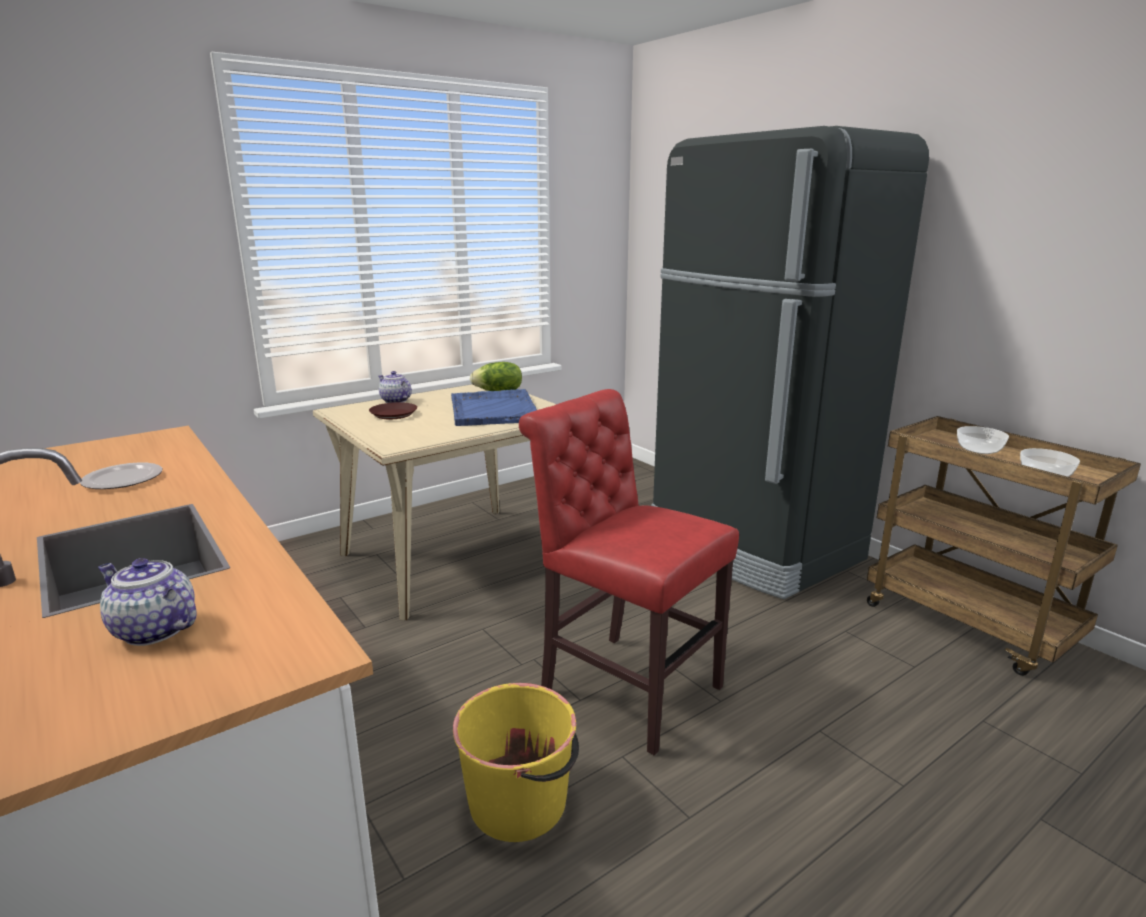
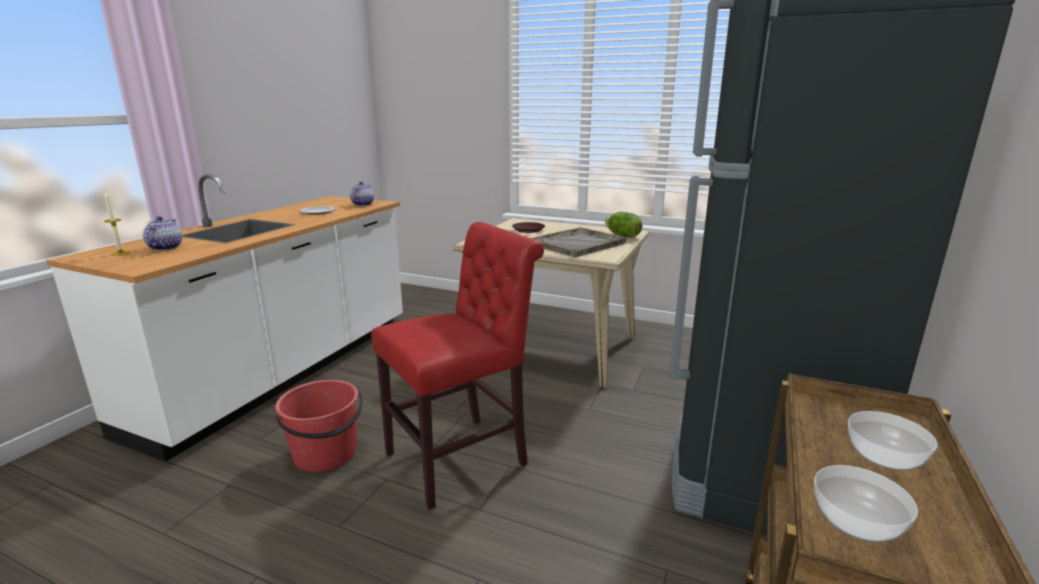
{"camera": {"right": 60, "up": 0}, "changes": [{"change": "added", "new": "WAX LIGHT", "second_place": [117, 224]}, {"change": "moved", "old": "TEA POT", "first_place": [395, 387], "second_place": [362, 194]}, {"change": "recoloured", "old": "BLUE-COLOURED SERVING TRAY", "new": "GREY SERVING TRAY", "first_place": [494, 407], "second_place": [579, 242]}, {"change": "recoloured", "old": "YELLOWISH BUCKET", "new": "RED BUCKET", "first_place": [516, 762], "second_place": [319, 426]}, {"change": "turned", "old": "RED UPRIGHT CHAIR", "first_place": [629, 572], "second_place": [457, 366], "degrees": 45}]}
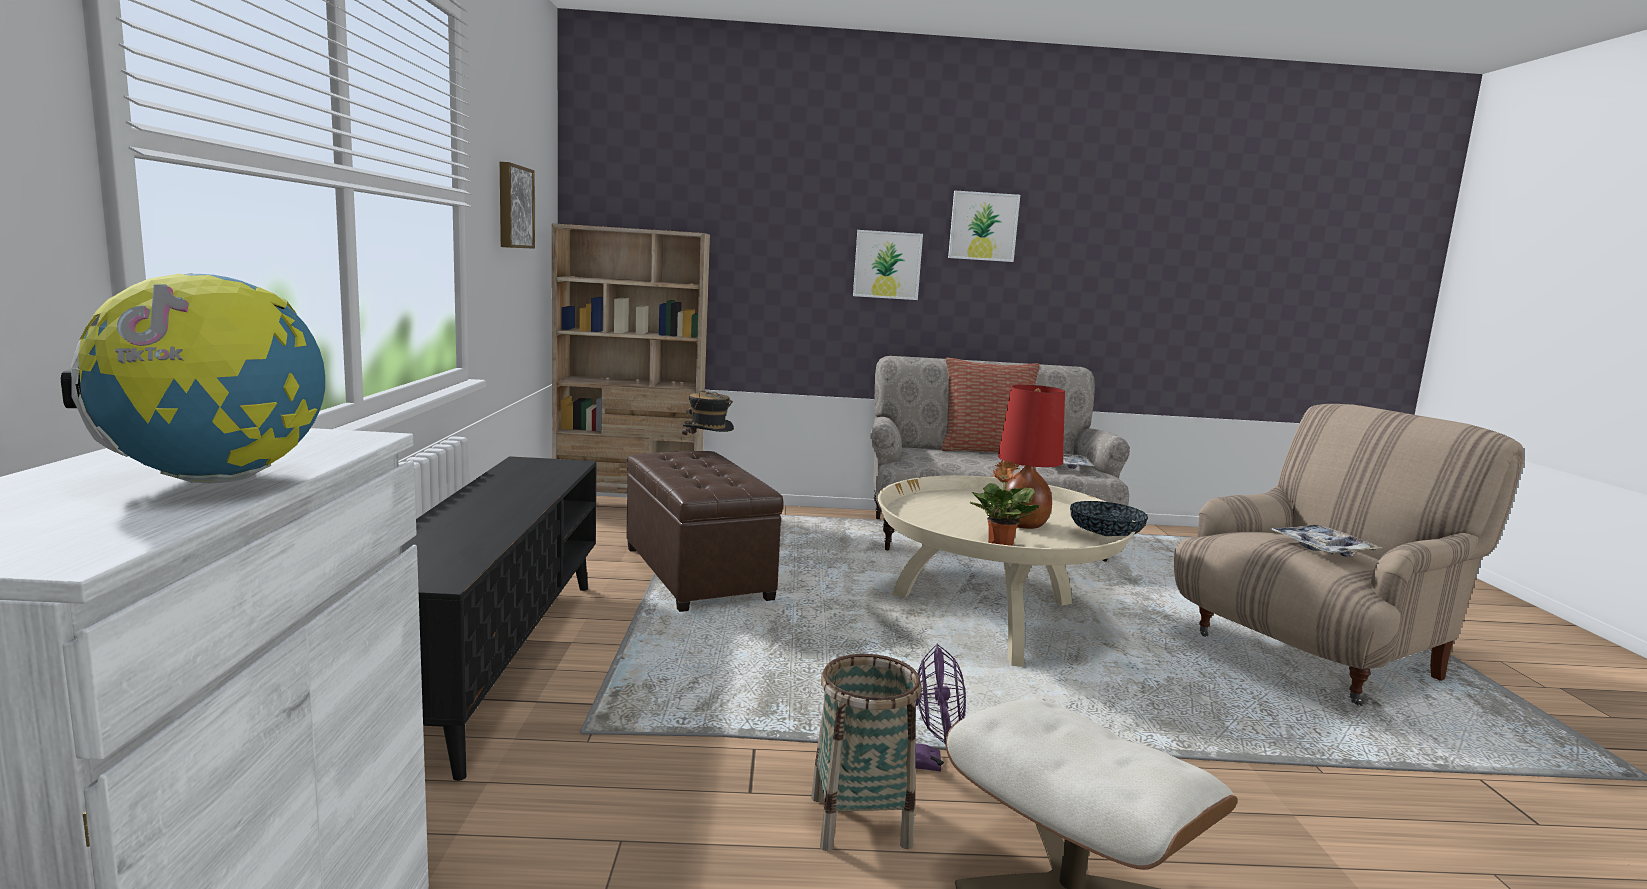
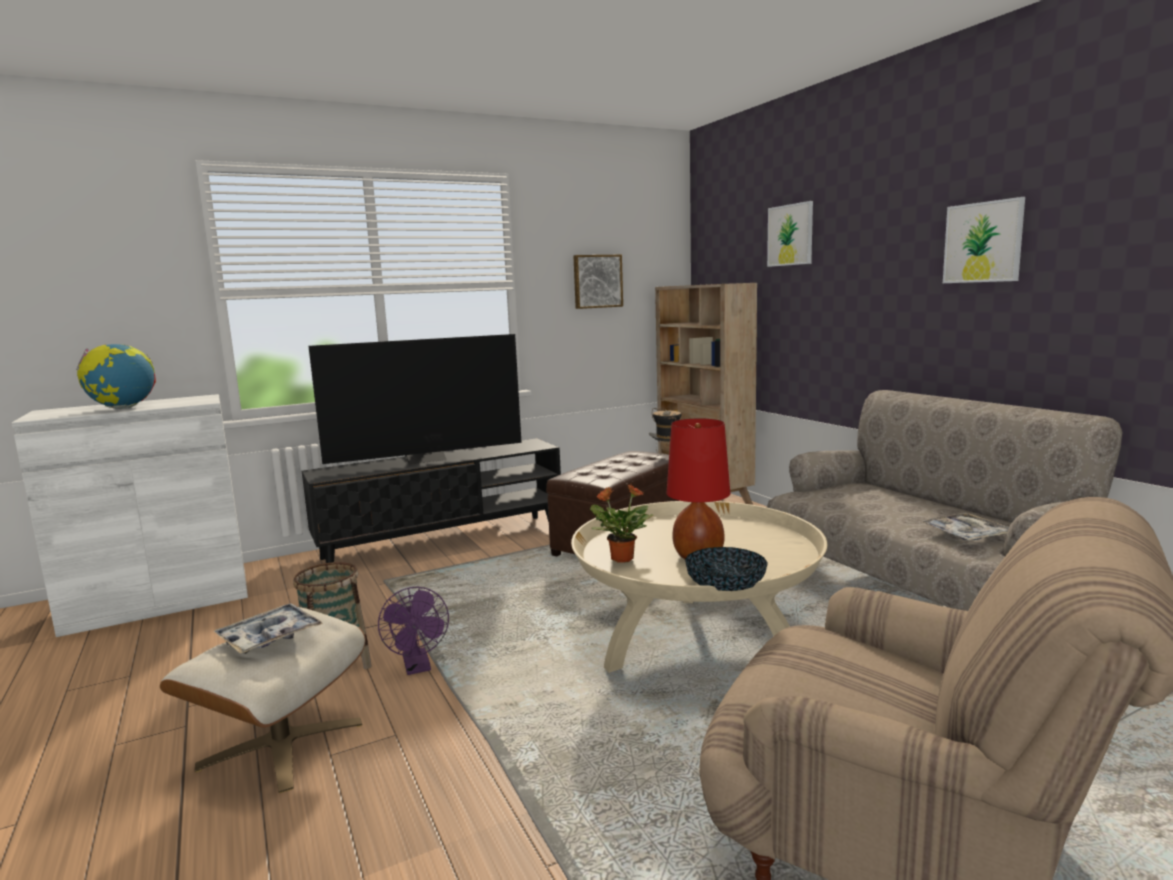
{"camera": {"right": 65, "up": 0}, "changes": [{"change": "removed", "old": "PILLOW", "first_place": [991, 405]}, {"change": "added", "new": "TELEVISION", "second_place": [415, 399]}, {"change": "moved", "old": "WALL ART", "first_place": [888, 265], "second_place": [790, 234]}, {"change": "moved", "old": "SERVING TRAY", "first_place": [1326, 540], "second_place": [268, 628]}]}
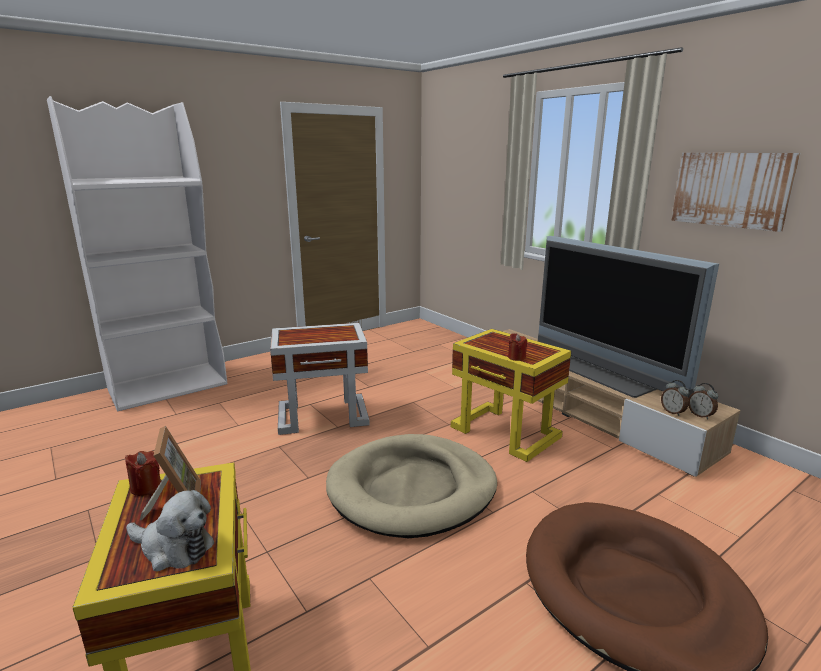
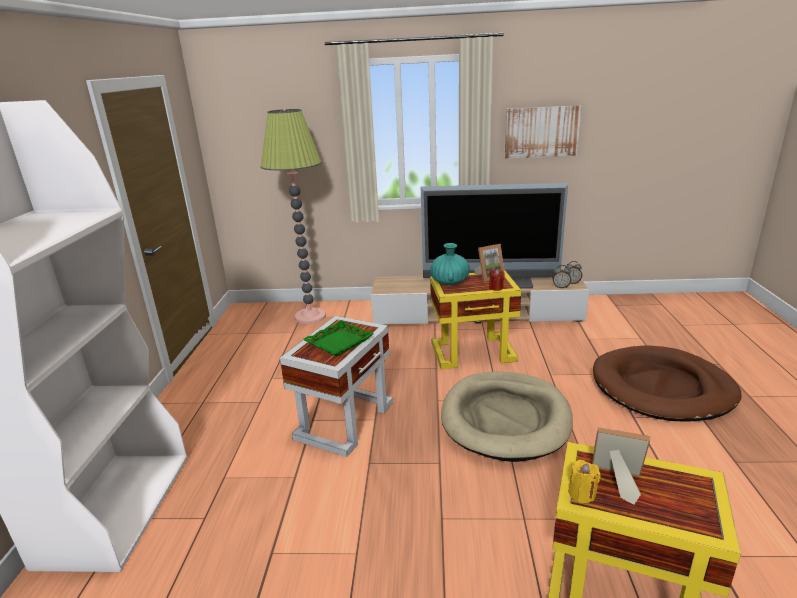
{"camera": {"right": -50, "up": 5}, "changes": [{"change": "removed", "old": "SOFT TOY", "first_place": [170, 531]}, {"change": "added", "new": "STANDING LAMP", "second_place": [293, 216]}, {"change": "added", "new": "GREEN-COLOURED SERVING TRAY", "second_place": [338, 338]}, {"change": "added", "new": "BLUE-GREEN VASE", "second_place": [450, 264]}, {"change": "added", "new": "PHOTO FRAME", "second_place": [489, 263]}, {"change": "recoloured", "old": "RED WAX LIGHT", "new": "YELLOWISH WAX LIGHT", "first_place": [143, 473], "second_place": [584, 481]}]}
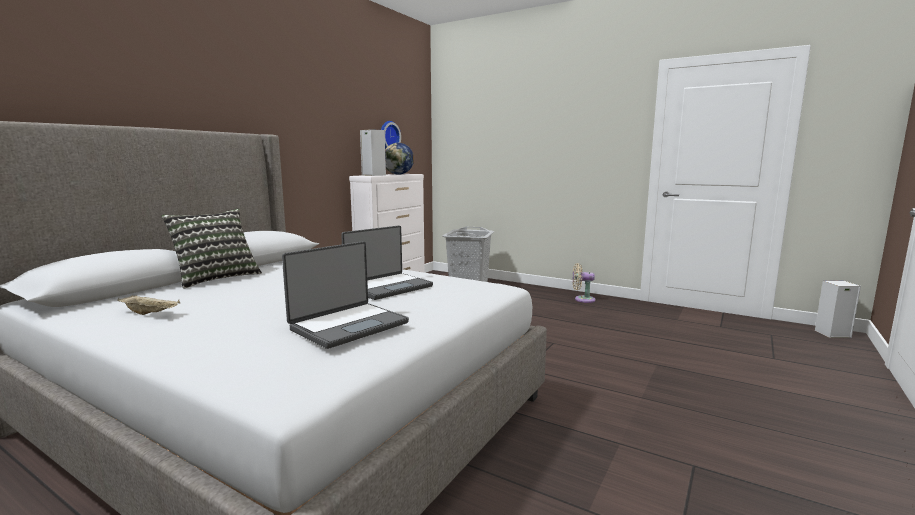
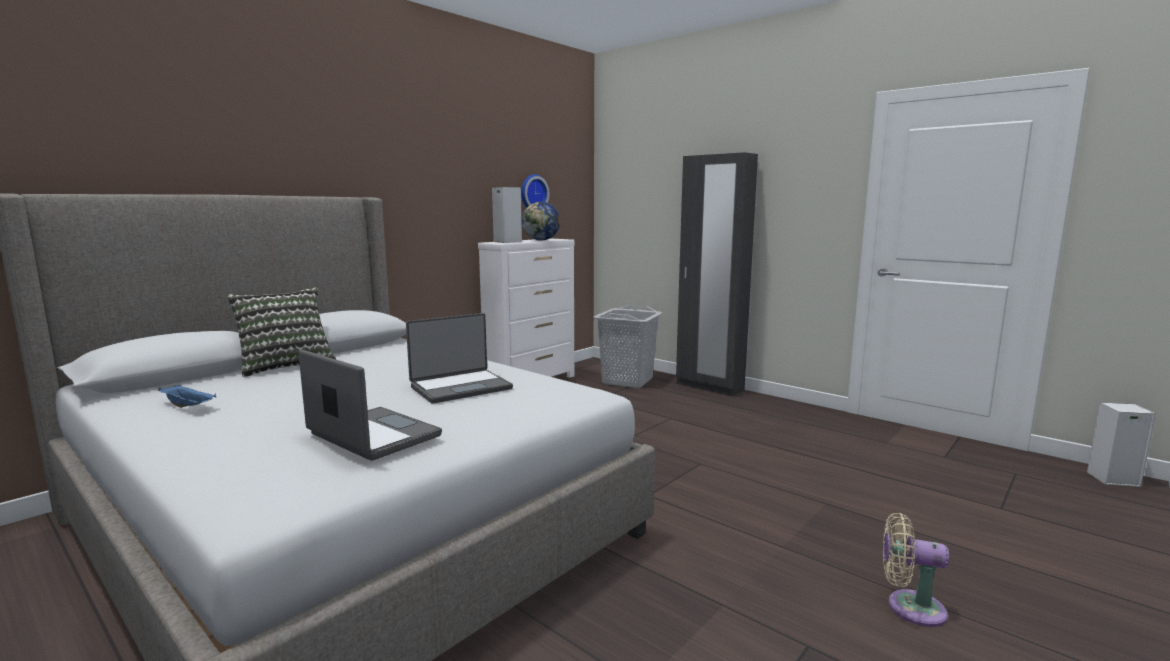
{"camera": {"right": 10, "up": 0}, "changes": [{"change": "added", "new": "BLACK CLOTHES CUPBOARD", "second_place": [717, 274]}, {"change": "moved", "old": "SAND-COLOURED FAN", "first_place": [584, 283], "second_place": [916, 570]}, {"change": "recoloured", "old": "SAND-COLOURED SERVING TRAY", "new": "BLUE-COLOURED SERVING TRAY", "first_place": [148, 305], "second_place": [187, 396]}, {"change": "turned", "old": "LAPTOP", "first_place": [345, 295], "second_place": [370, 405], "degrees": -105}]}
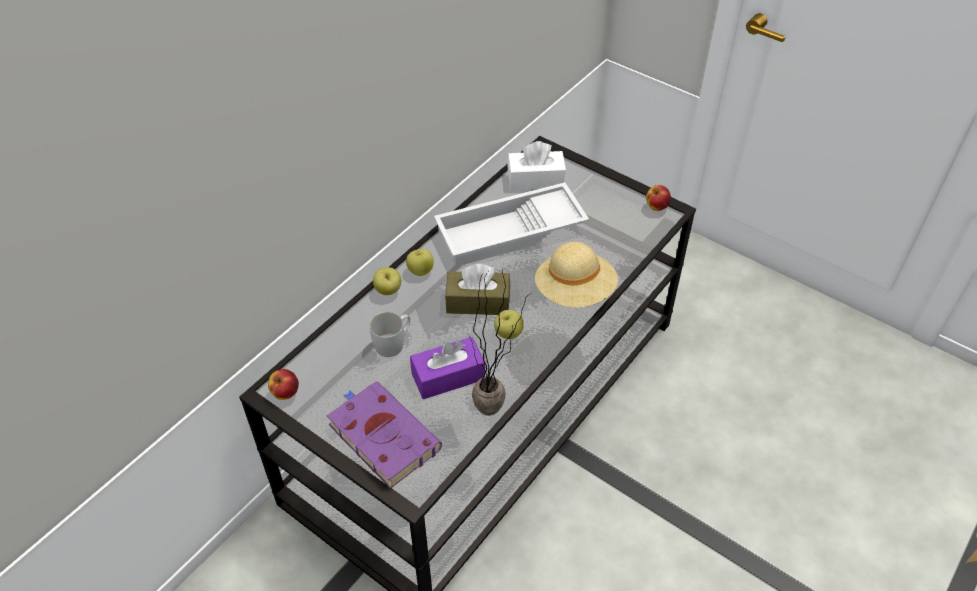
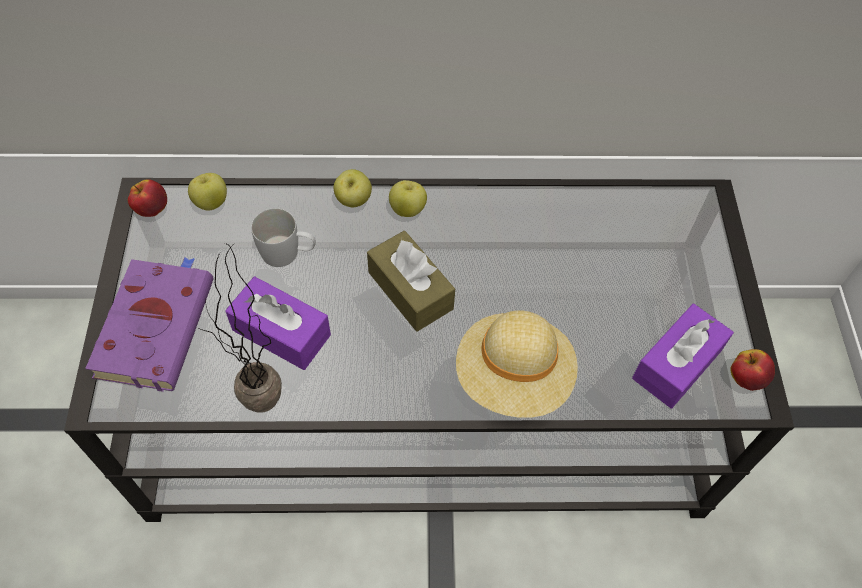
{"camera": {"right": 50, "up": 10}, "changes": [{"change": "removed", "old": "WHITE SERVING TRAY", "first_place": [511, 224]}, {"change": "removed", "old": "WHITE TISSUE HOLDER", "first_place": [536, 165]}, {"change": "added", "new": "PURPLE-COLOURED TISSUE HOLDER", "second_place": [683, 356]}, {"change": "moved", "old": "APPLE", "first_place": [509, 324], "second_place": [207, 192]}]}
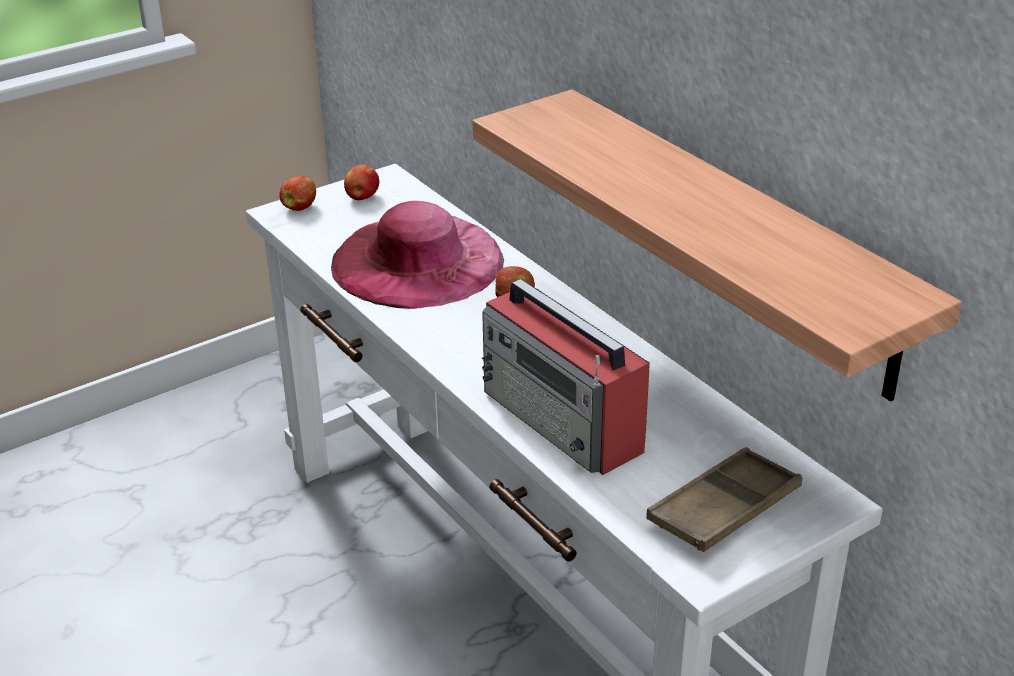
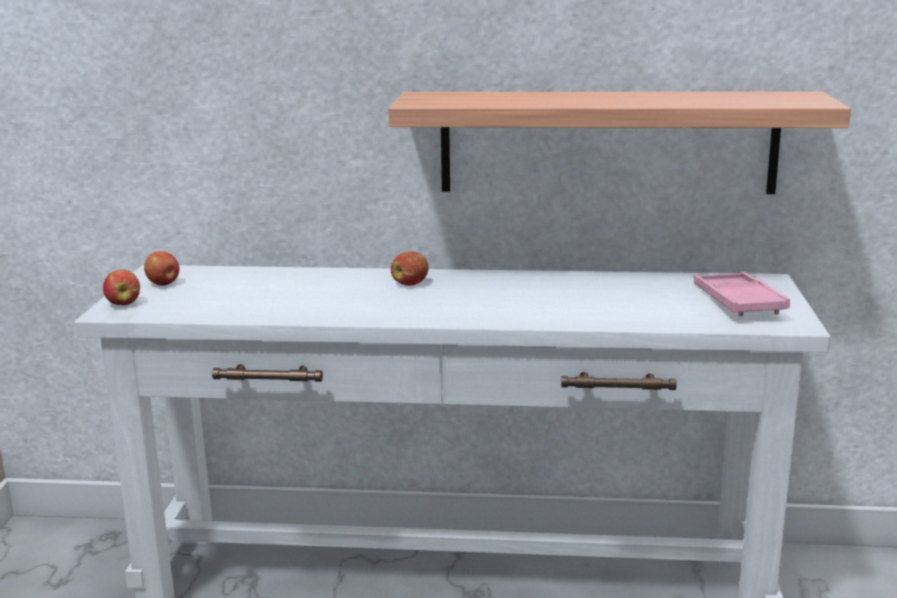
{"camera": {"right": -50, "up": -15}, "changes": [{"change": "removed", "old": "PINK HAT", "first_place": [417, 255]}, {"change": "removed", "old": "RADIO", "first_place": [566, 377]}, {"change": "recoloured", "old": "BROWN-COLOURED SERVING TRAY", "new": "PINK SERVING TRAY", "first_place": [724, 499], "second_place": [742, 294]}]}
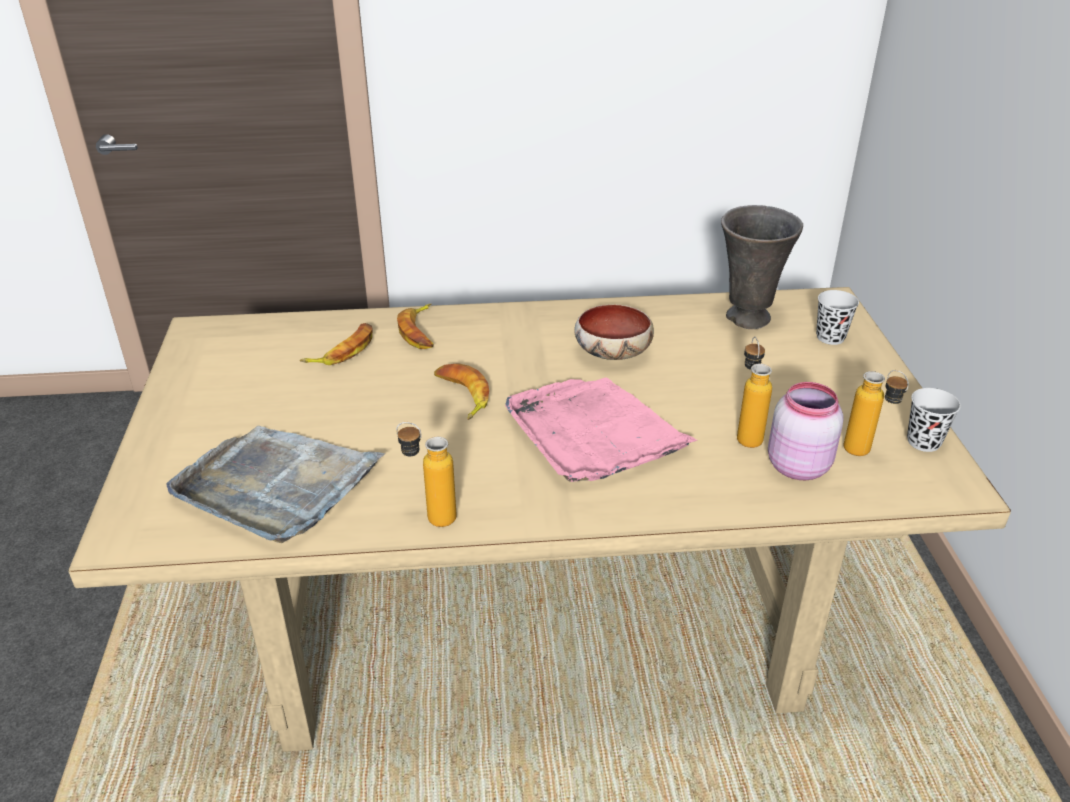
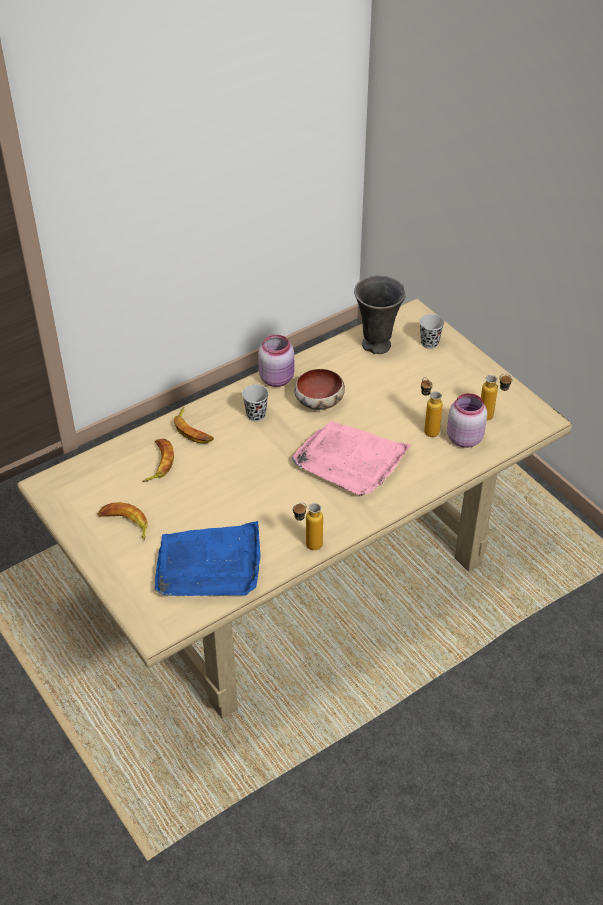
{"camera": {"right": -30, "up": 10}, "changes": [{"change": "added", "new": "PINK PRESERVE JAR", "second_place": [276, 361]}, {"change": "moved", "old": "BANANA", "first_place": [461, 391], "second_place": [123, 521]}, {"change": "moved", "old": "BLACK SMALL CUP", "first_place": [934, 420], "second_place": [255, 403]}, {"change": "recoloured", "old": "GREY SERVING TRAY", "new": "BLUE-COLOURED SERVING TRAY", "first_place": [275, 484], "second_place": [208, 558]}]}
